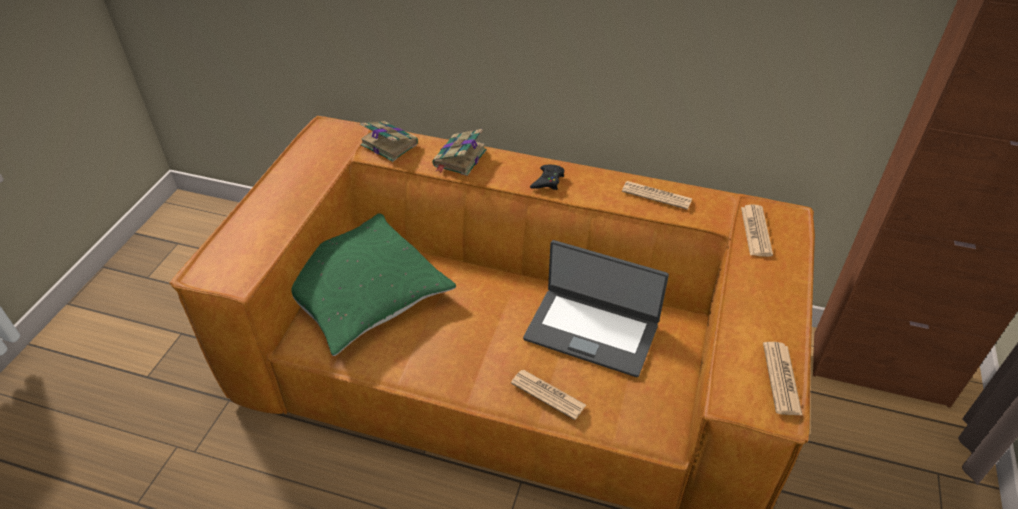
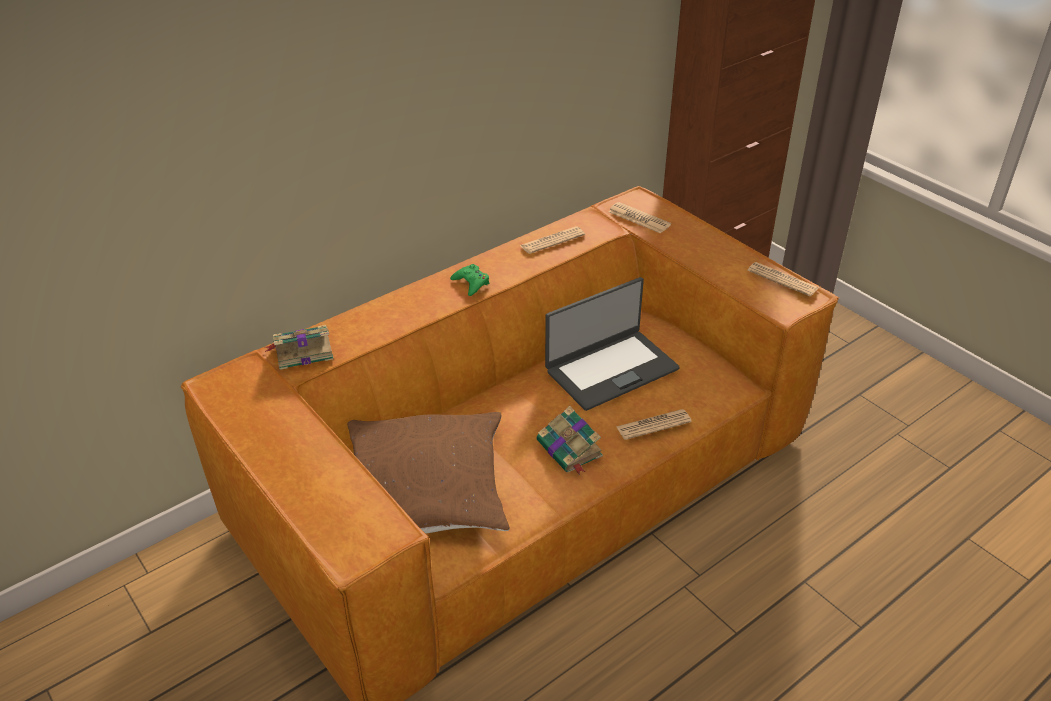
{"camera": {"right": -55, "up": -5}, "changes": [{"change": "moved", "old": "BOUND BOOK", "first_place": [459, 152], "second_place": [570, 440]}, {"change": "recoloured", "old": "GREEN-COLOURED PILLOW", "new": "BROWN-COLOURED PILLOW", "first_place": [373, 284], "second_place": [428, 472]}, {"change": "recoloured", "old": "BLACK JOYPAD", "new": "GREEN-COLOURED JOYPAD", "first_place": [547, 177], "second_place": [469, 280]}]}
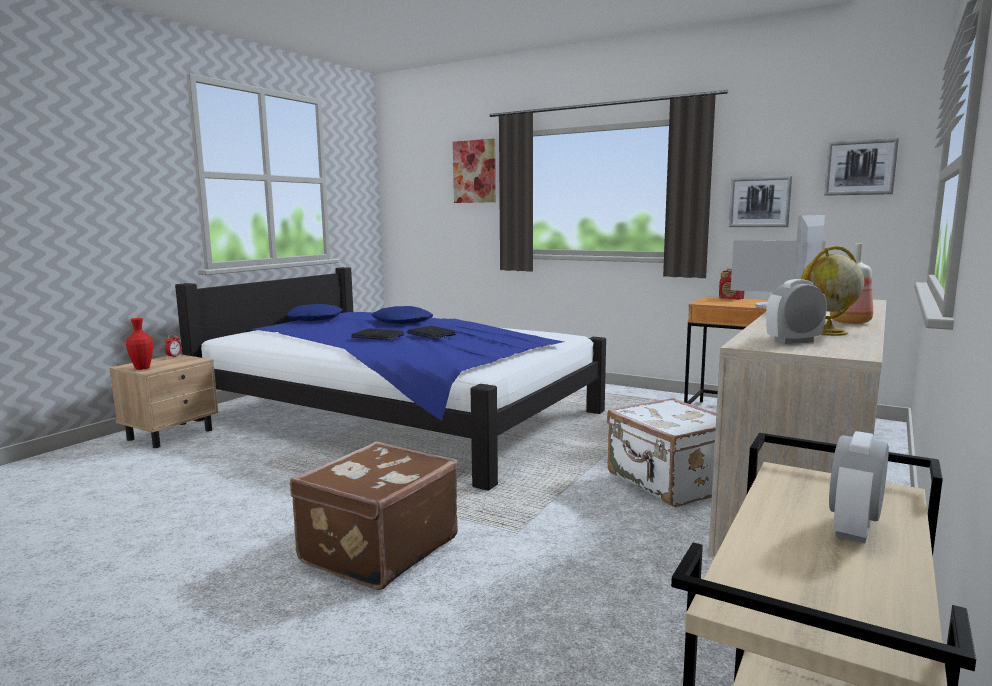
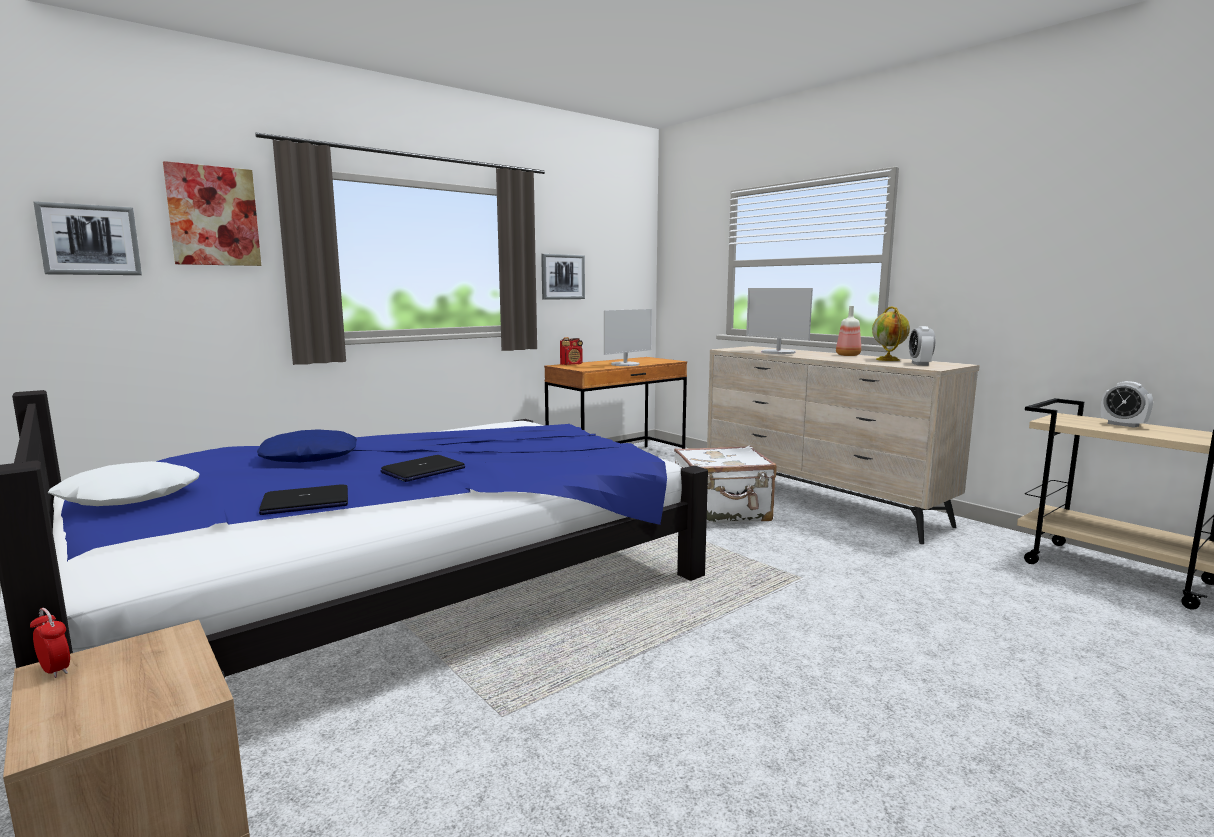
{"camera": {"right": -70, "up": 0}, "changes": [{"change": "removed", "old": "RED VASE", "first_place": [139, 344]}, {"change": "removed", "old": "BROWN-COLOURED SUITCASE", "first_place": [374, 515]}, {"change": "moved", "old": "LAPTOP", "first_place": [431, 332], "second_place": [303, 499]}, {"change": "moved", "old": "WALL ART", "first_place": [861, 167], "second_place": [87, 238]}, {"change": "recoloured", "old": "BLUE-COLOURED PILLOW", "new": "WHITE PILLOW", "first_place": [314, 312], "second_place": [124, 483]}]}
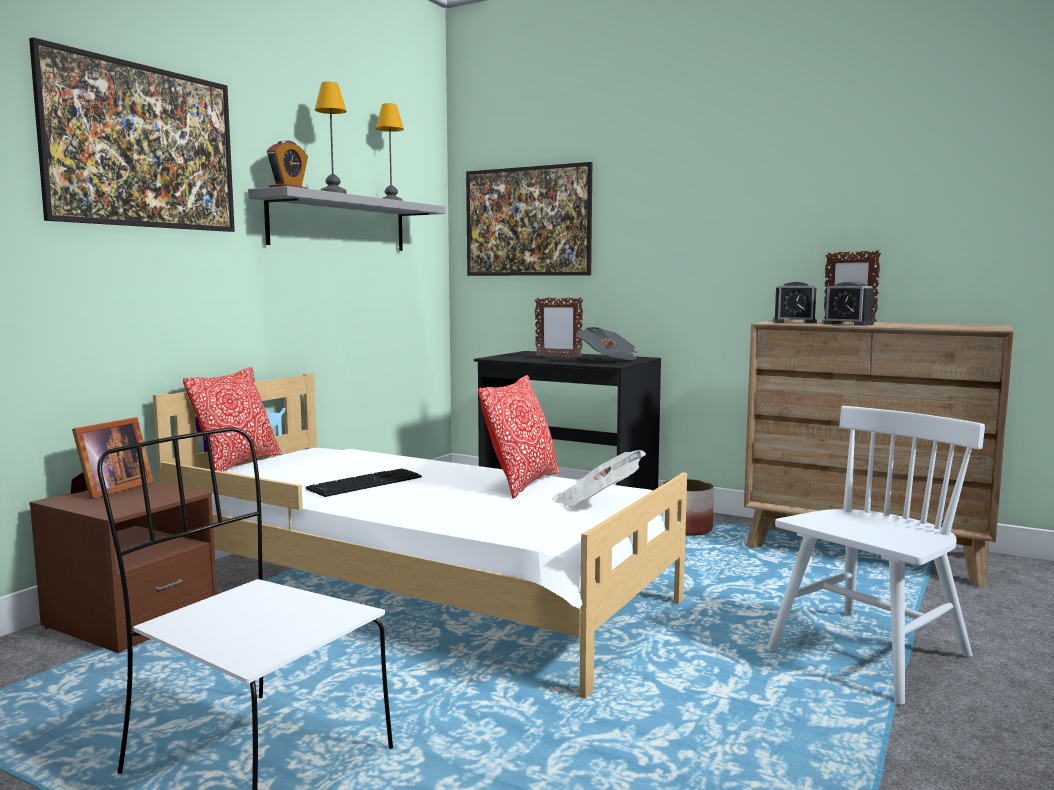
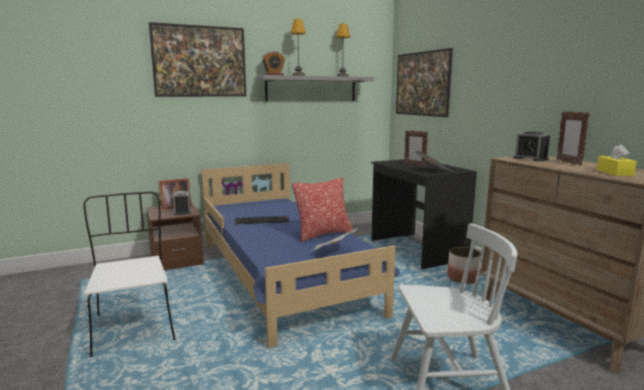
{"camera": {"right": 35, "up": 5}, "changes": [{"change": "removed", "old": "PILLOW", "first_place": [232, 419]}, {"change": "added", "new": "YELLOWISH TISSUE HOLDER", "second_place": [617, 160]}, {"change": "moved", "old": "ALARM CLOCK", "first_place": [848, 304], "second_place": [182, 203]}, {"change": "recoloured", "old": "WHITE BEDROOM BED", "new": "BLUE-COLOURED BEDROOM BED", "first_place": [420, 536], "second_place": [300, 256]}]}
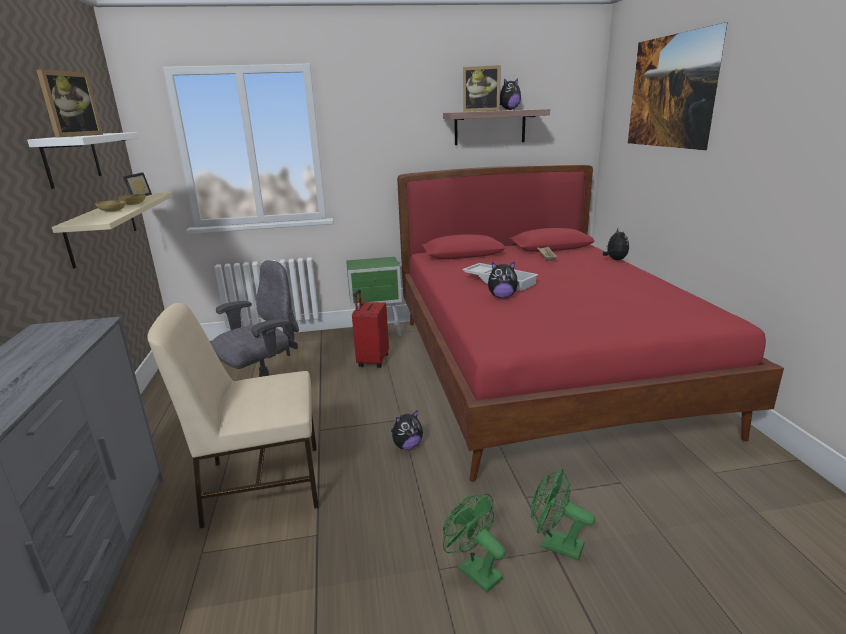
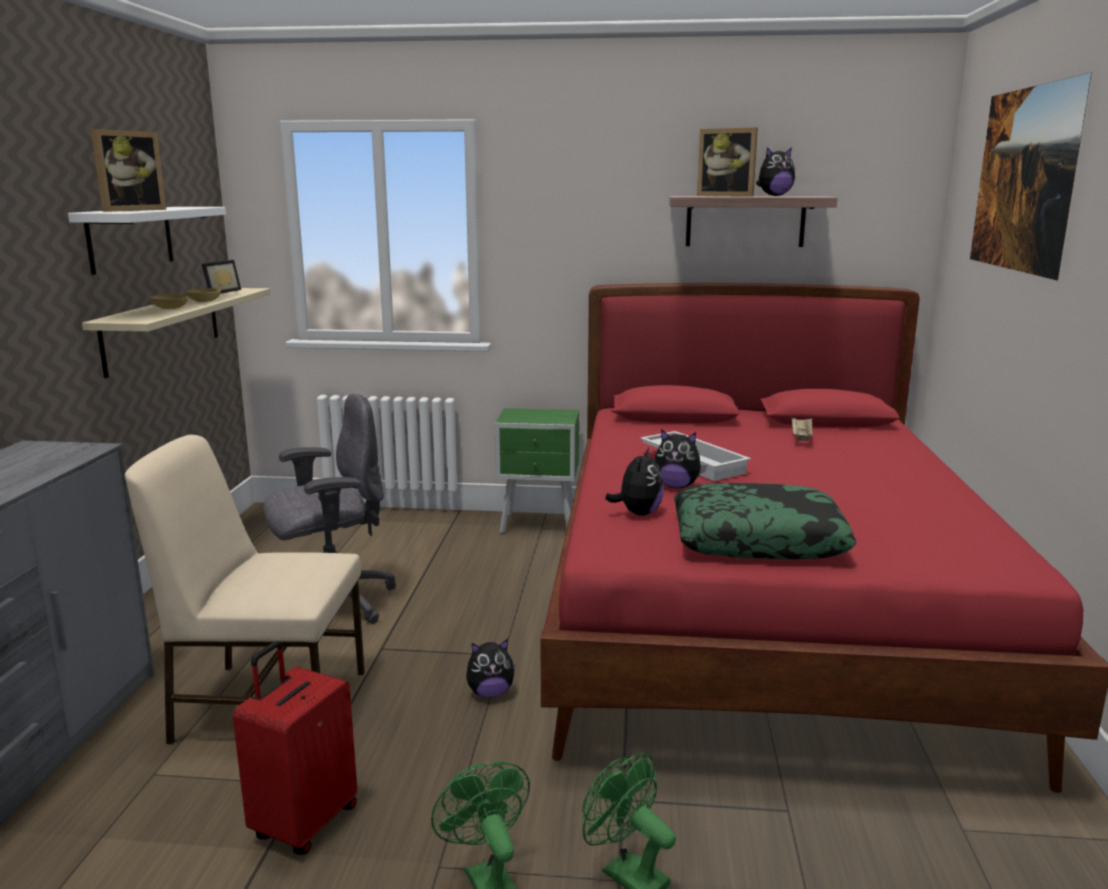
{"camera": {"right": 15, "up": -5}, "changes": [{"change": "added", "new": "PILLOW", "second_place": [765, 521]}, {"change": "moved", "old": "RED SUITCASE", "first_place": [370, 328], "second_place": [295, 748]}, {"change": "moved", "old": "SOFT TOY", "first_place": [616, 244], "second_place": [634, 482]}]}
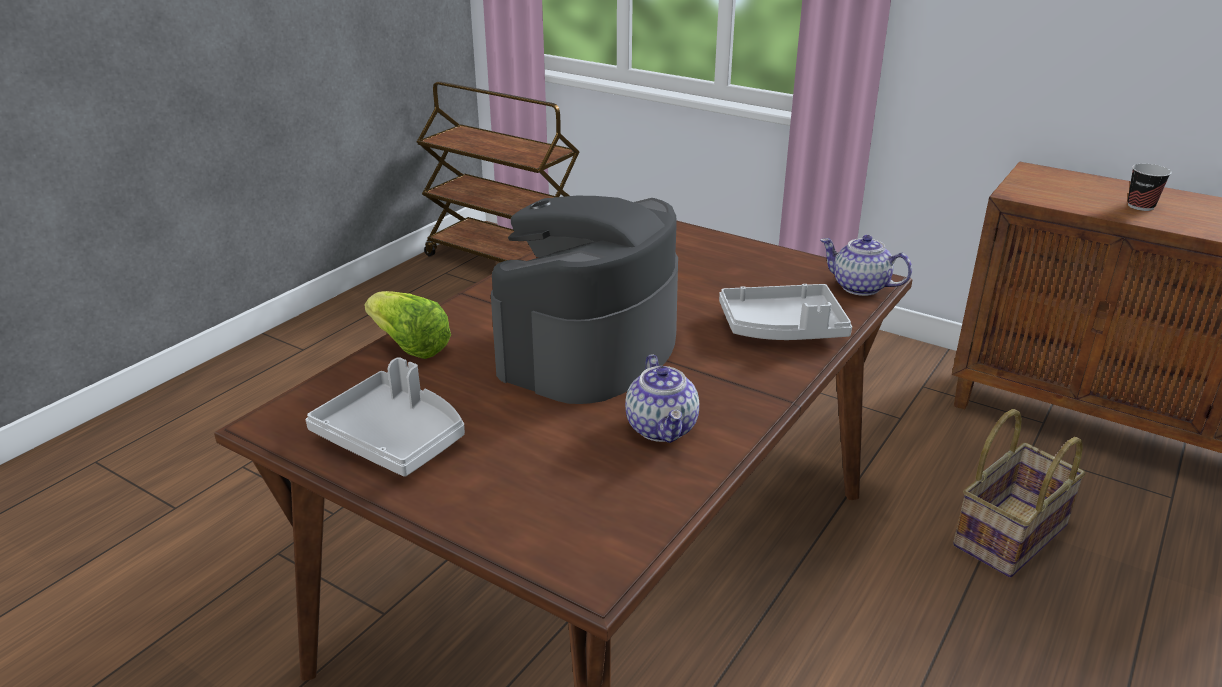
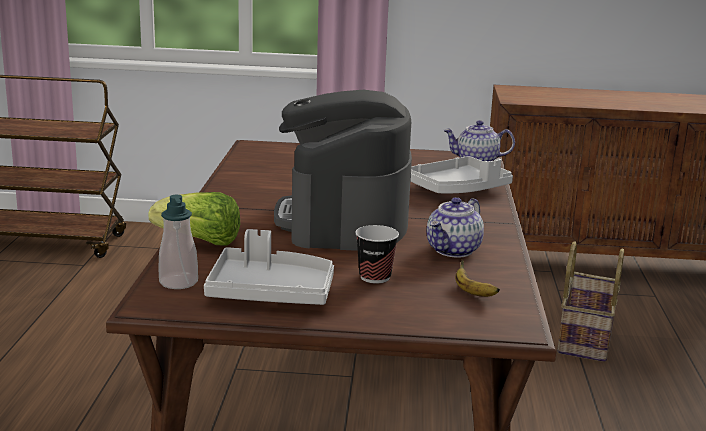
{"camera": {"right": -30, "up": -10}, "changes": [{"change": "added", "new": "SOAP BOTTLE", "second_place": [178, 242]}, {"change": "added", "new": "BANANA", "second_place": [477, 278]}, {"change": "moved", "old": "SMALL CUP", "first_place": [1150, 187], "second_place": [377, 254]}, {"change": "turned", "old": "TEA POT", "first_place": [662, 398], "second_place": [455, 227], "degrees": 75}]}
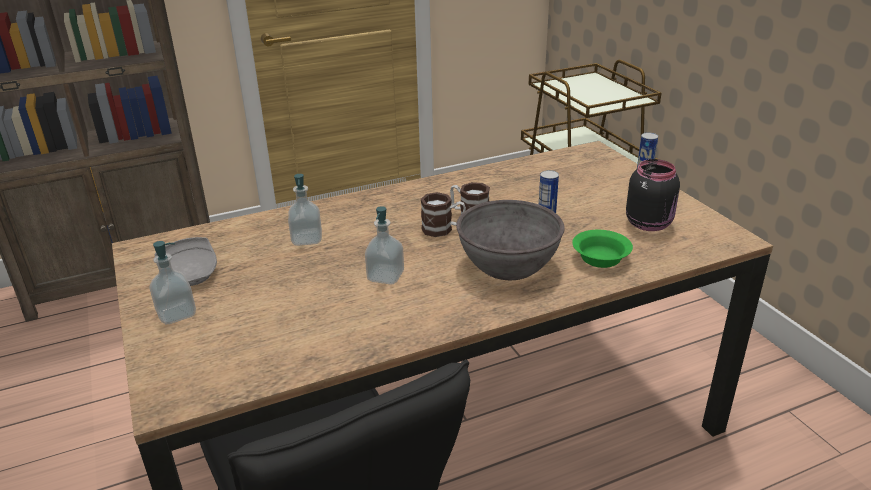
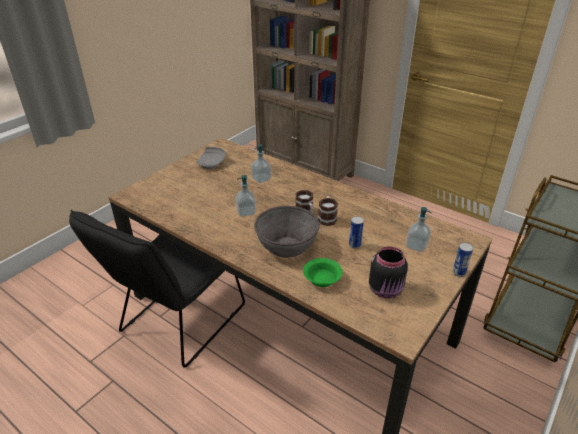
{"camera": {"right": 60, "up": 5}, "changes": [{"change": "moved", "old": "SOAP BOTTLE", "first_place": [172, 283], "second_place": [419, 229]}]}
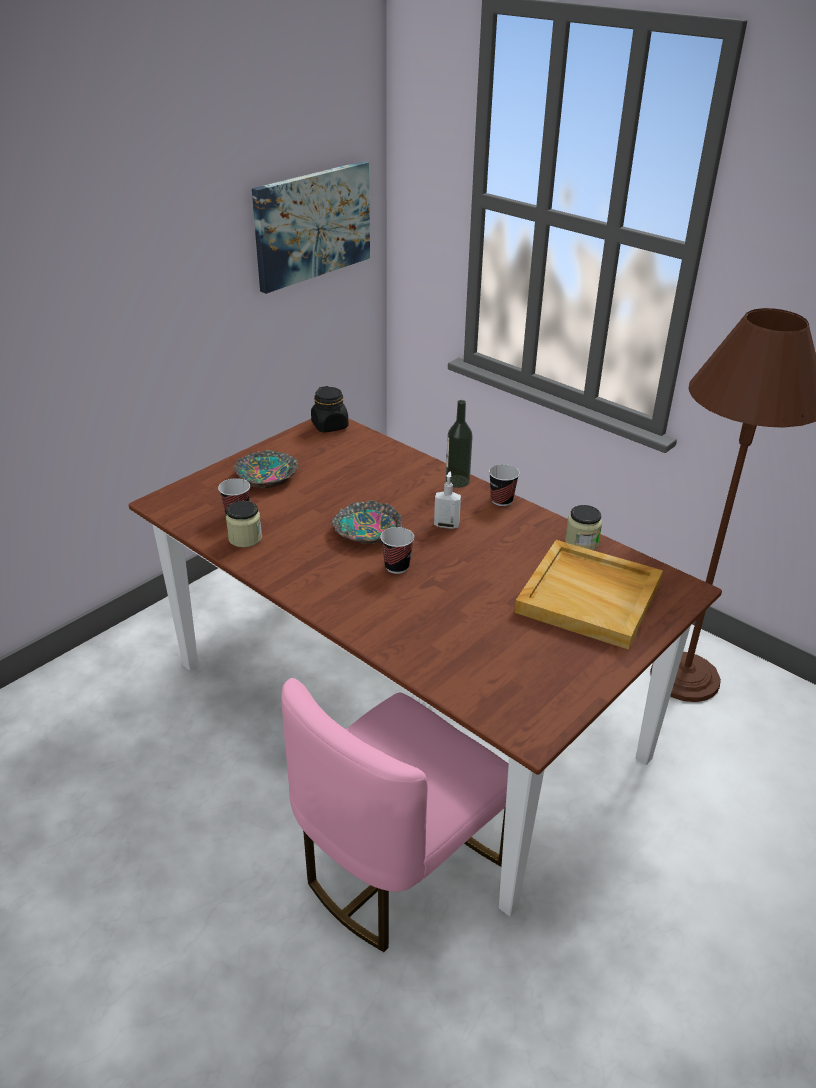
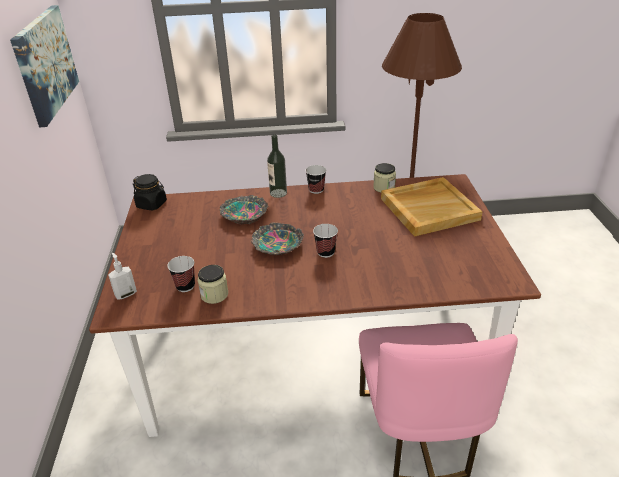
{"camera": {"right": -45, "up": 0}, "changes": [{"change": "moved", "old": "BOWL", "first_place": [266, 469], "second_place": [244, 209]}, {"change": "moved", "old": "SOAP BOTTLE", "first_place": [447, 500], "second_place": [122, 276]}]}
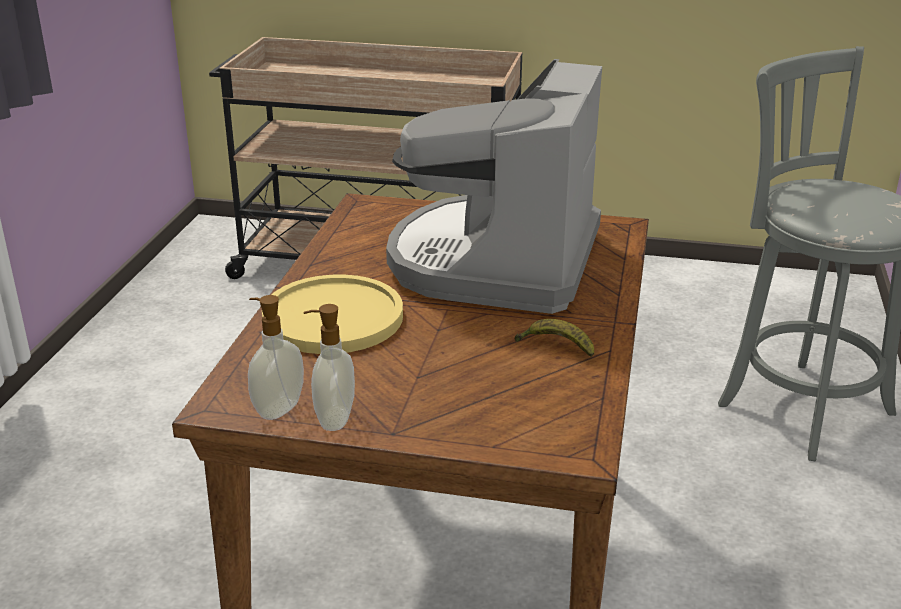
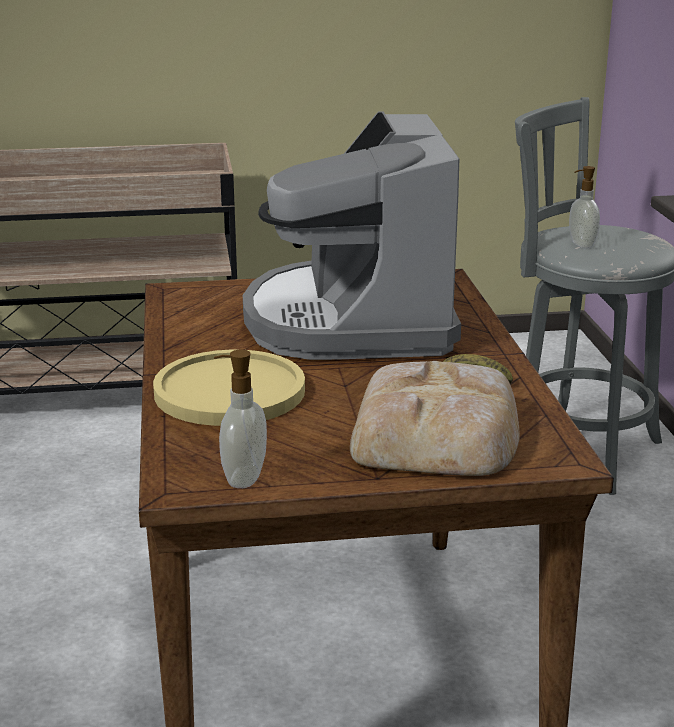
{"camera": {"right": -20, "up": -5}, "changes": [{"change": "added", "new": "BAKERY BREAD", "second_place": [435, 418]}, {"change": "moved", "old": "SOAP BOTTLE", "first_place": [329, 367], "second_place": [584, 207]}]}
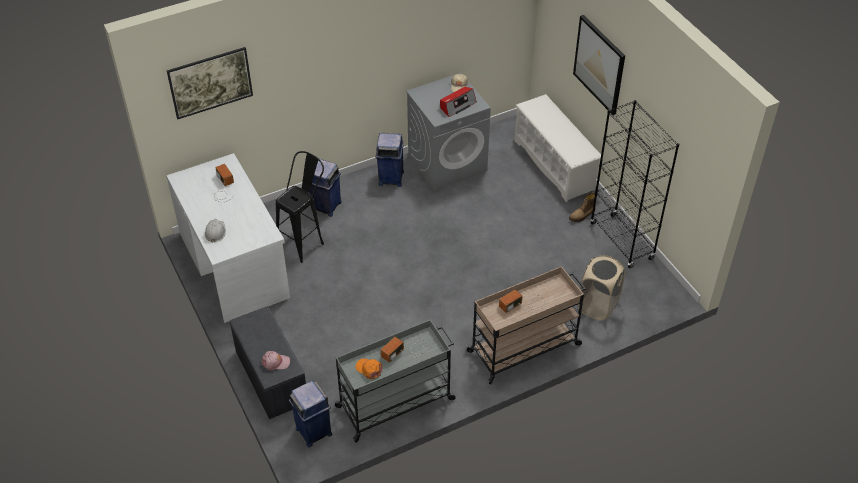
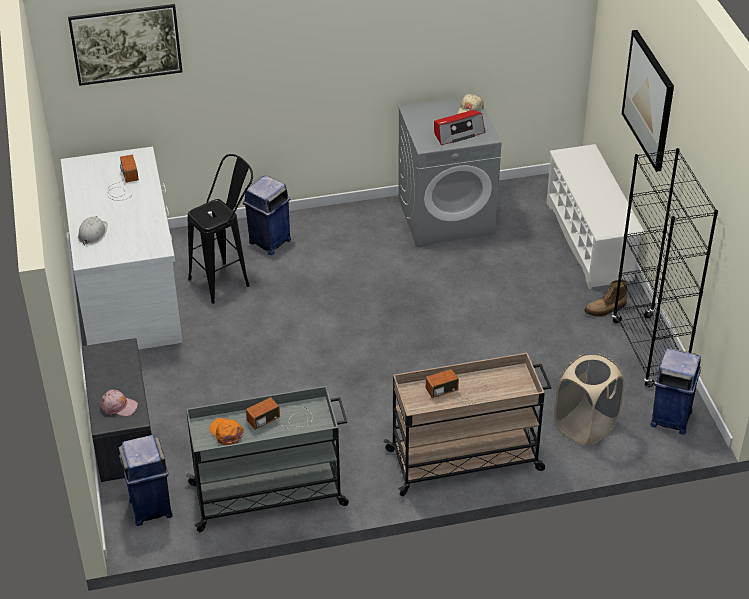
{"camera": {"right": 15, "up": -5}, "changes": [{"change": "moved", "old": "BLUE-COLOURED TRASH CAN", "first_place": [389, 160], "second_place": [675, 391]}]}
